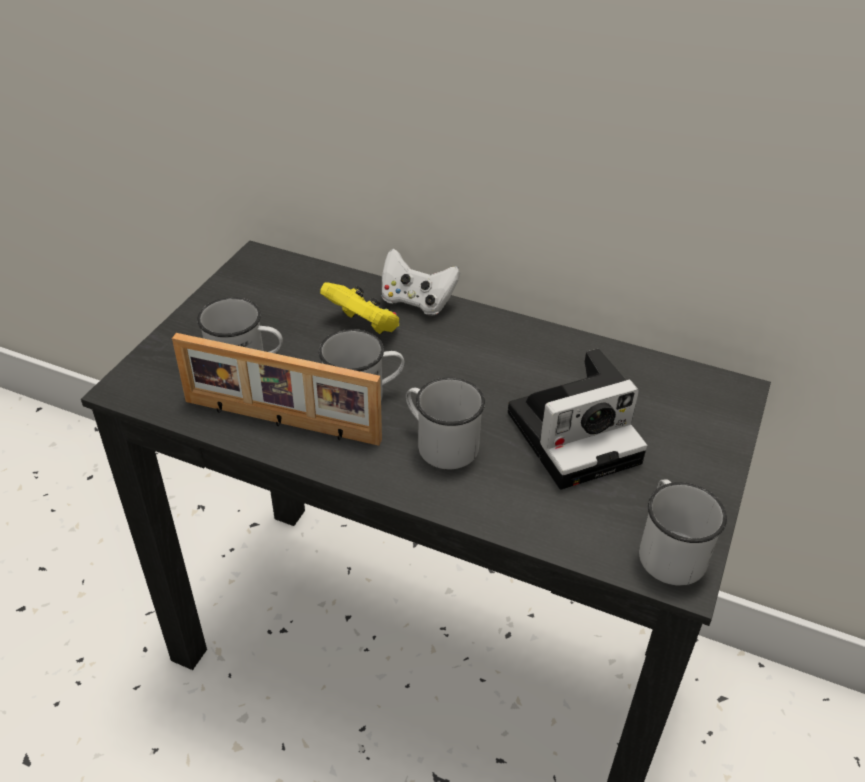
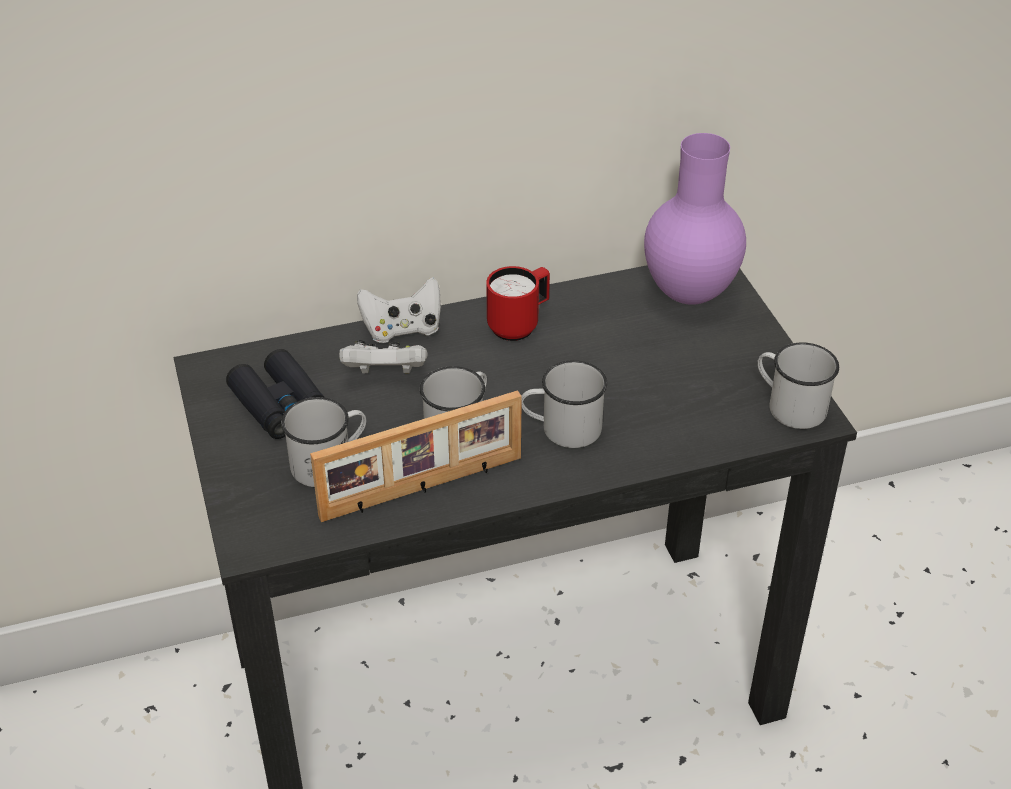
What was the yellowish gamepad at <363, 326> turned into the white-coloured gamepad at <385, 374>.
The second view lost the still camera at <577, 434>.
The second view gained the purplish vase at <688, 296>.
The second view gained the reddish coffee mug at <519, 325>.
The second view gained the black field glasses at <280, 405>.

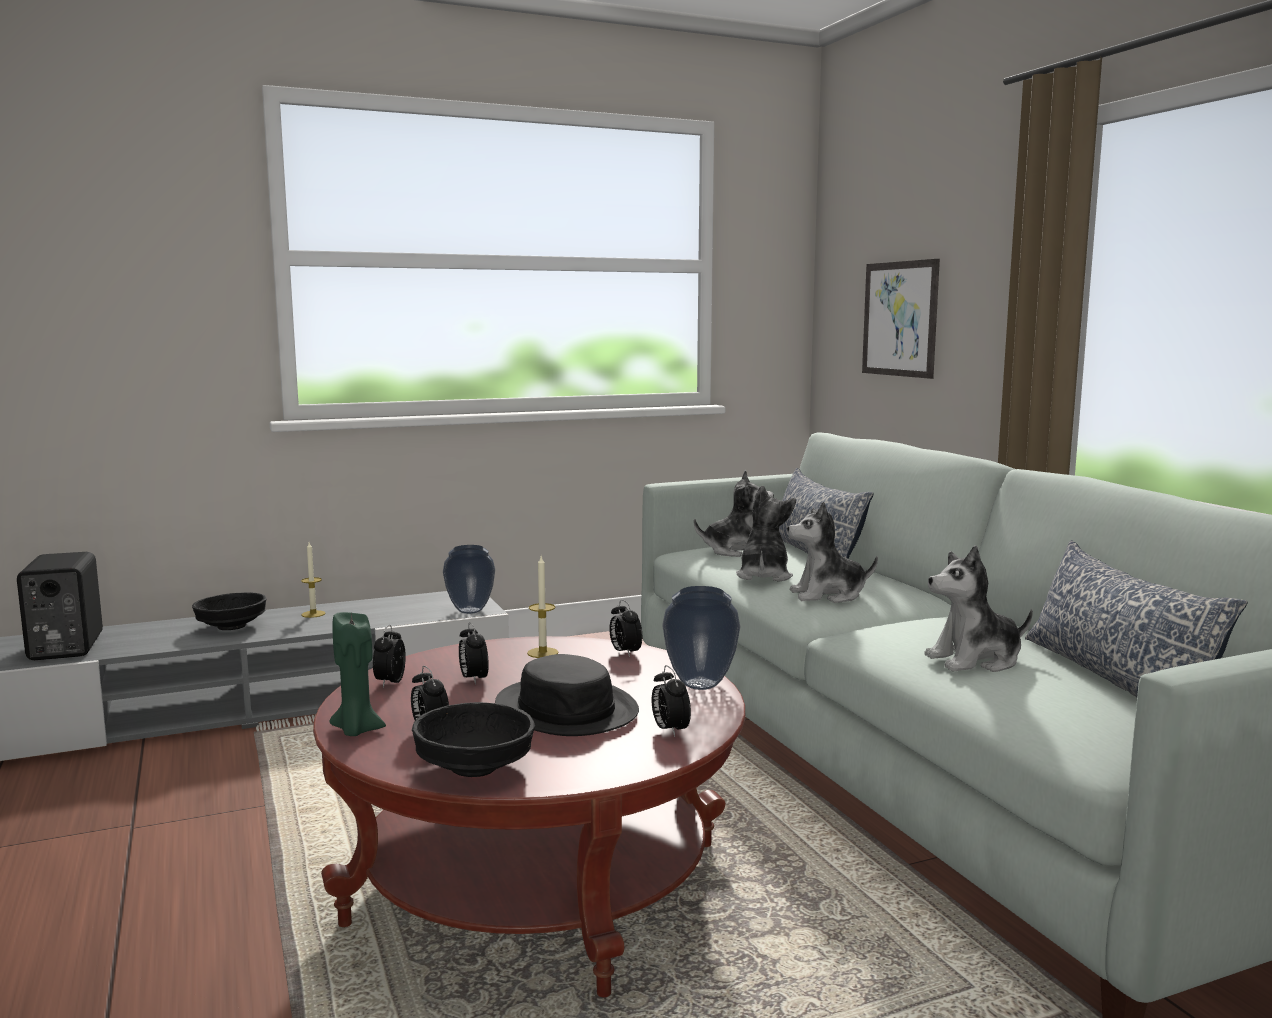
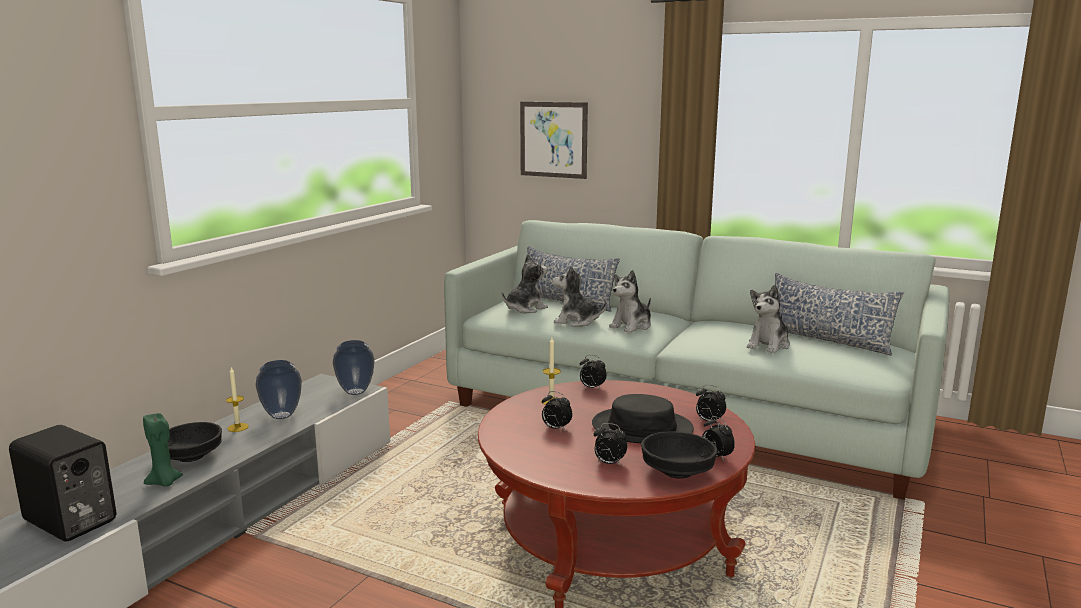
The plush toy at <763, 576> ended up facing another way, 45 degrees counterclockwise from before.
The vase ended up elsewhere, having gone from <699, 685> to <281, 416>.
The green candle ended up elsewhere, having gone from <356, 730> to <164, 483>.
The table clock ended up elsewhere, having gone from <390, 682> to <716, 457>.

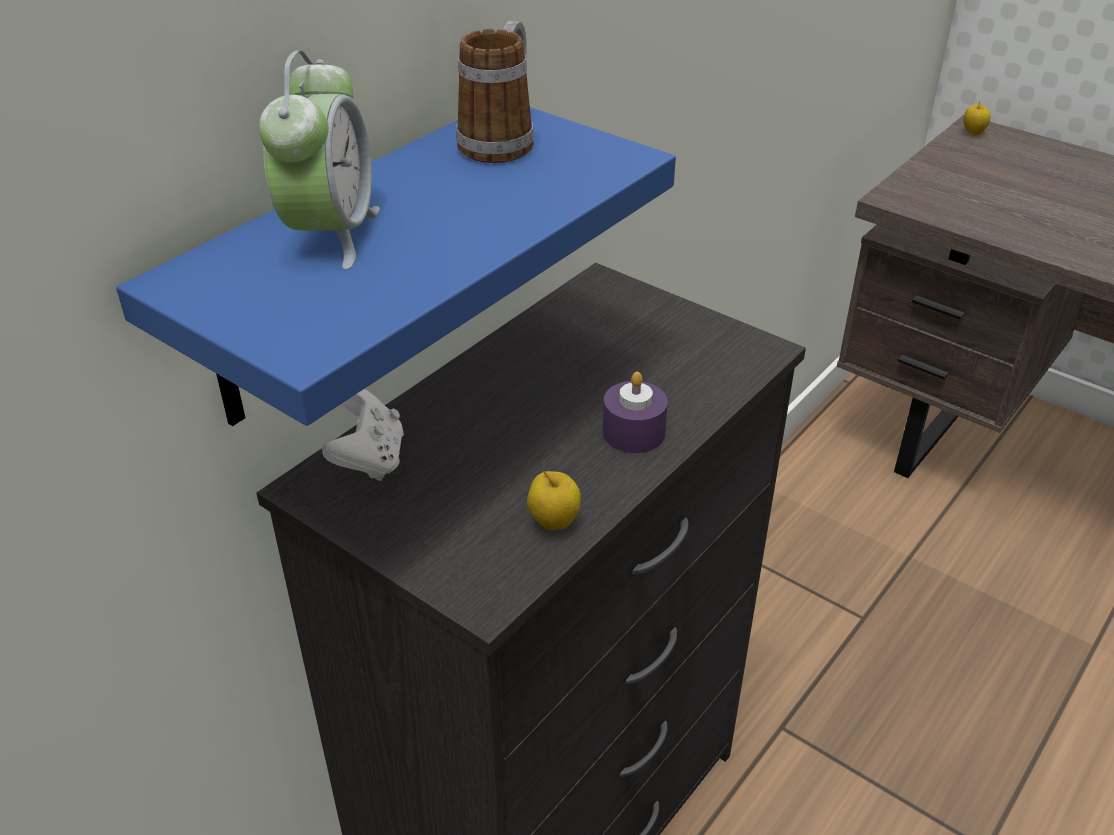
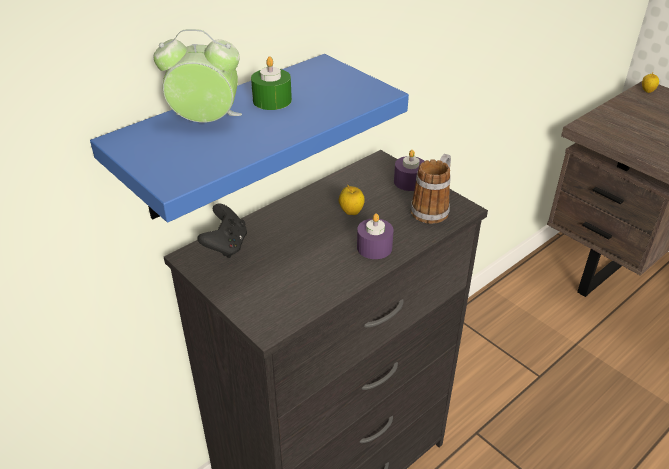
The coffee mug ended up elsewhere, having gone from <502, 140> to <432, 208>.
The table clock at <330, 235> ended up facing another way, 105 degrees counterclockwise from before.
What was the white-coloured gamepad at <369, 459> turned into the black gamepad at <226, 246>.
The apple fruit ended up elsewhere, having gone from <553, 524> to <351, 213>.
The second view gained the green candle at <272, 100>.
The second view gained the purplish candle at <409, 182>.

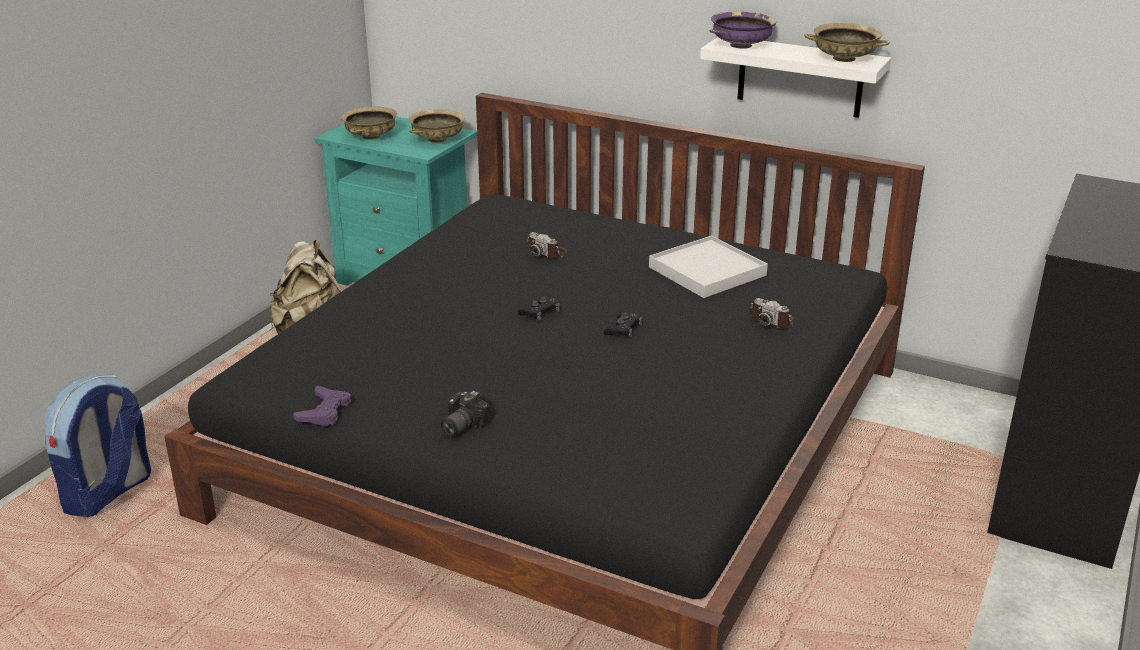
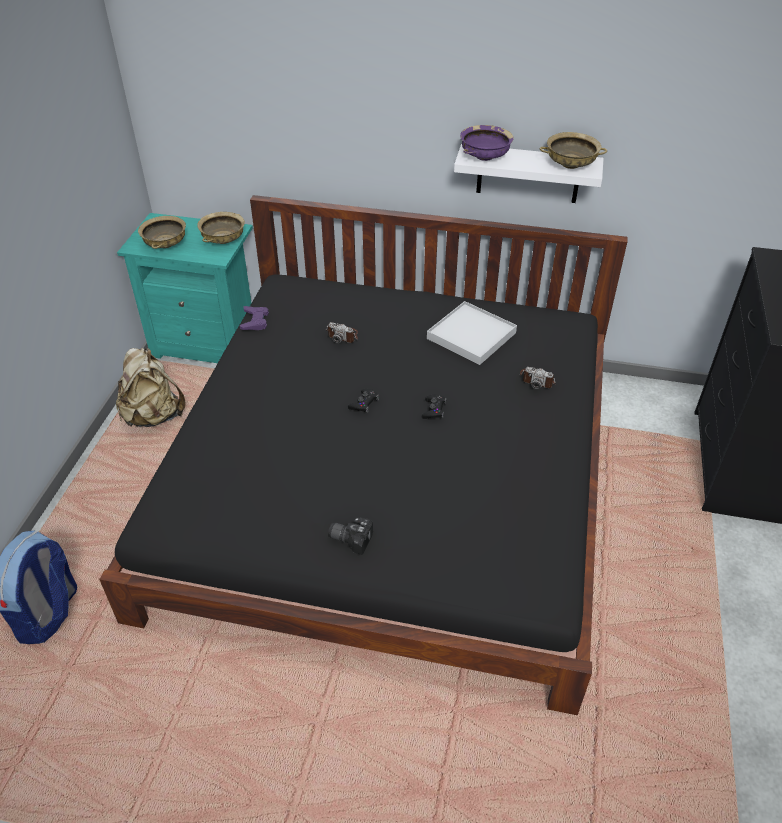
The purplish gamepad ended up elsewhere, having gone from <325, 411> to <255, 321>.
The still camera at <460, 426> ended up facing another way, 90 degrees clockwise from before.

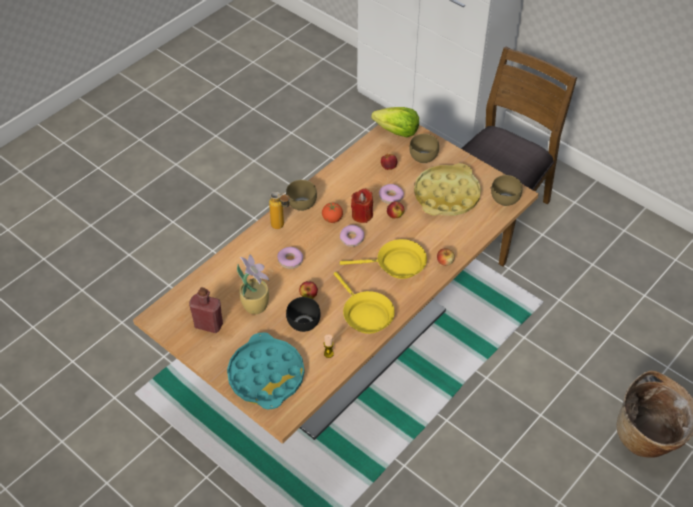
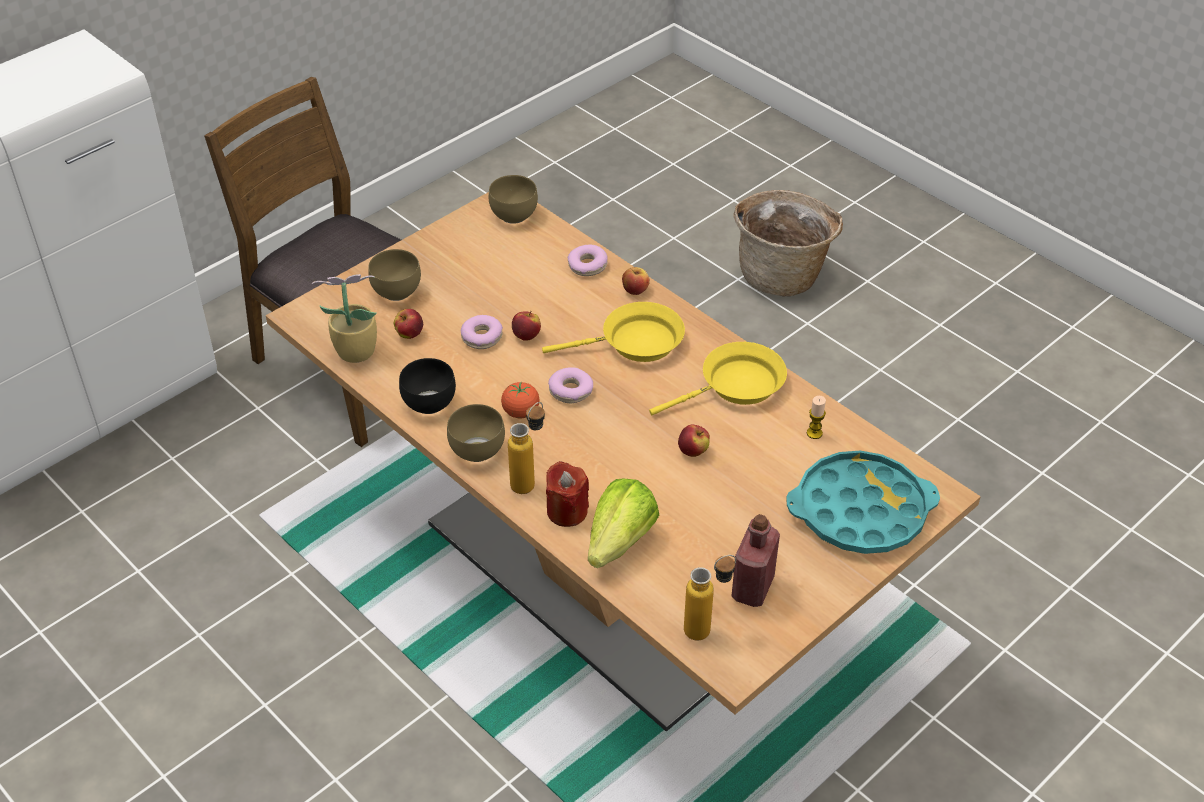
The lettuce ended up elsewhere, having gone from <397, 132> to <620, 541>.
The second view lost the yellowish serving tray at <447, 195>.
The reddish candle ended up elsewhere, having gone from <362, 215> to <567, 511>.
The yellowish pan at <396, 265> ended up facing another way, 75 degrees clockwise from before.
The donut ended up elsewhere, having gone from <290, 260> to <587, 266>.
The potted plant ended up elsewhere, having gone from <255, 305> to <354, 351>.
The black deep dish ended up elsewhere, having gone from <304, 322> to <427, 403>.
The second view gained the bottle at <707, 628>.

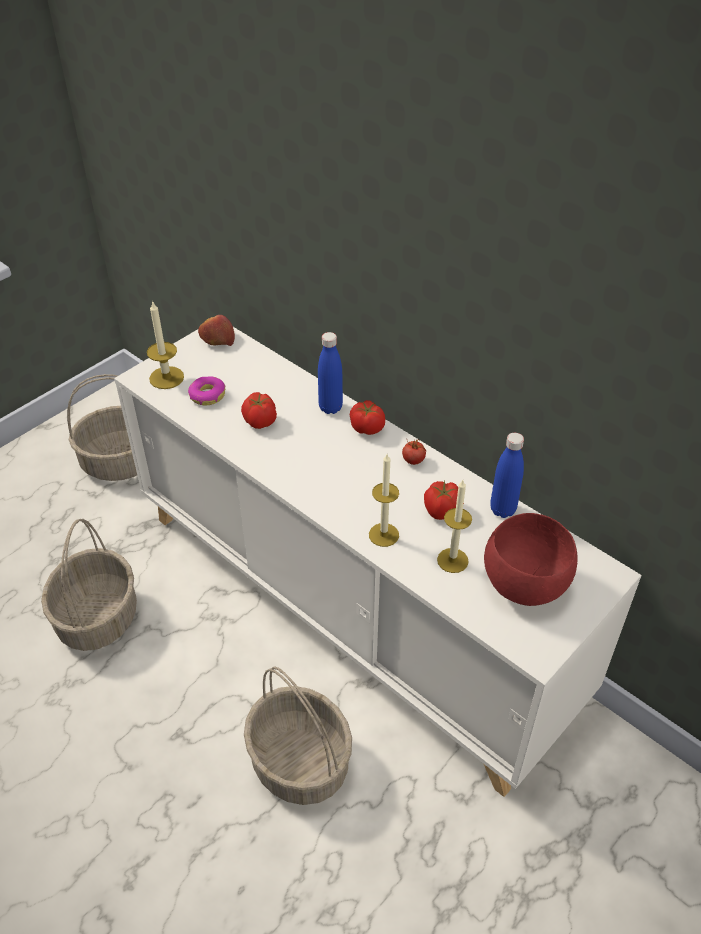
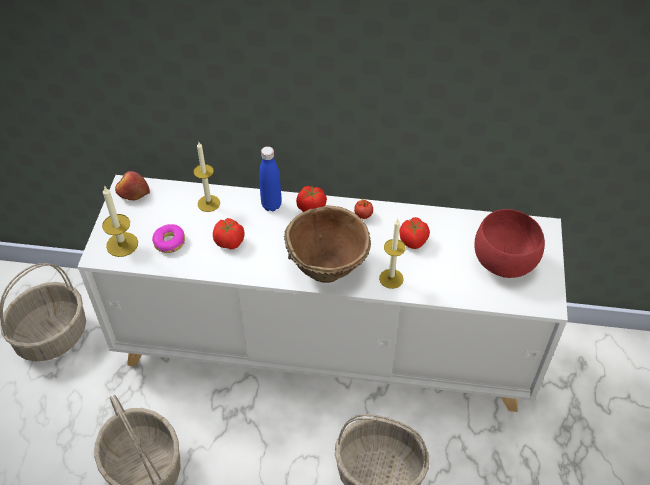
The second view lost the bluish bottle at <502, 509>.
The candle ended up elsewhere, having gone from <452, 560> to <208, 203>.
The second view gained the brownish deep dish at <327, 265>.

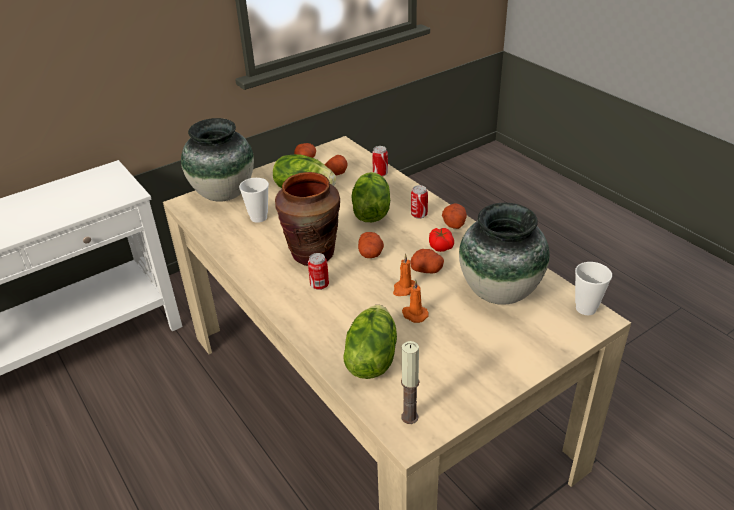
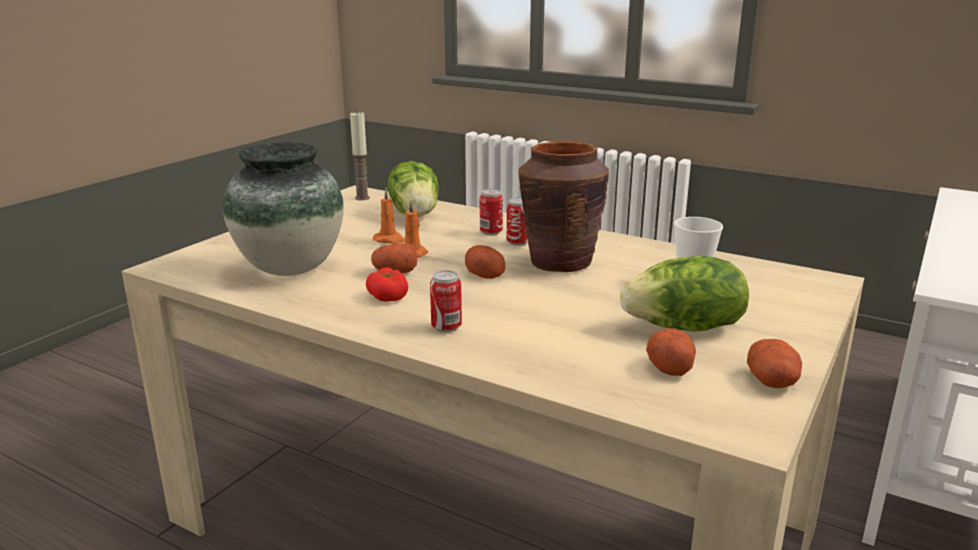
The second view lost the vase at <224, 194>.
The metal can ended up elsewhere, having gone from <380, 173> to <491, 232>.
The second view lost the lettuce at <370, 212>.
The second view lost the whole potato at <454, 223>.
The second view lost the cup at <586, 308>.

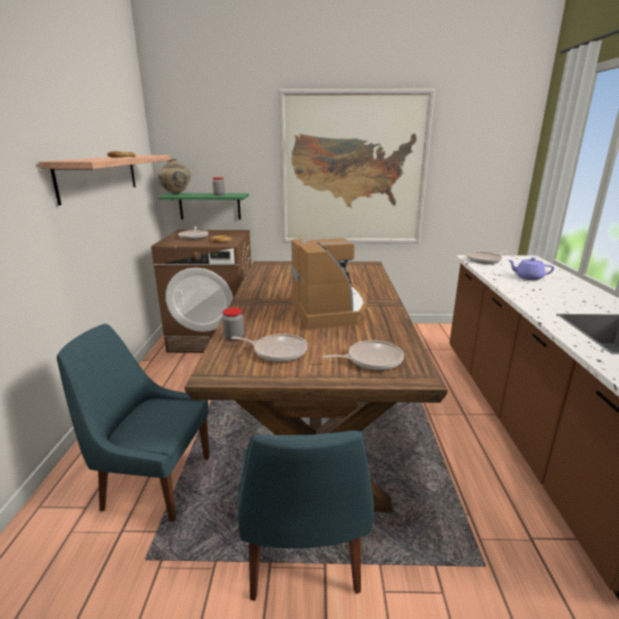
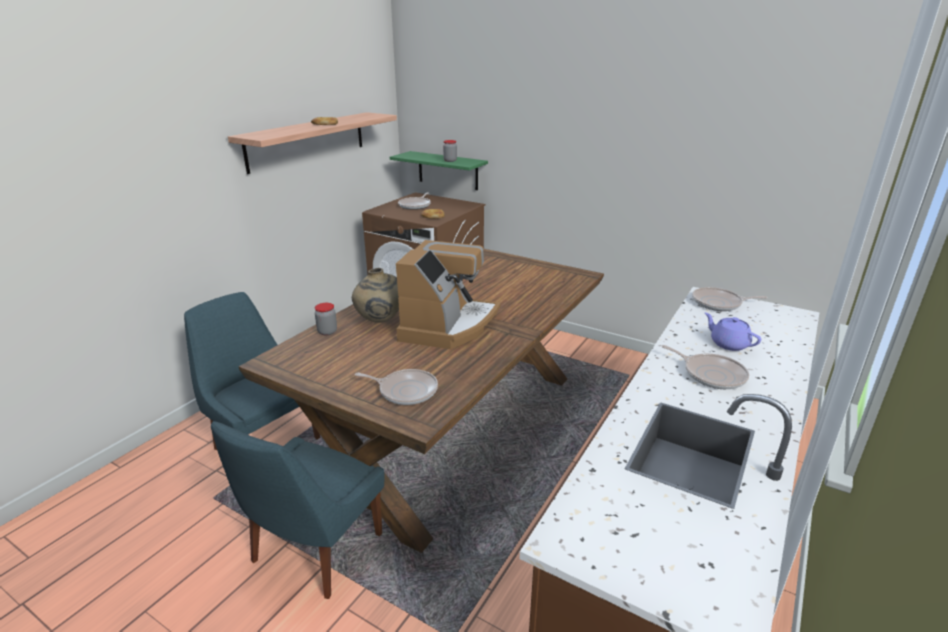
The second view lost the wall art at <352, 170>.
The sand-coloured vase ended up elsewhere, having gone from <176, 194> to <380, 322>.
The pan ended up elsewhere, having gone from <277, 351> to <711, 374>.

